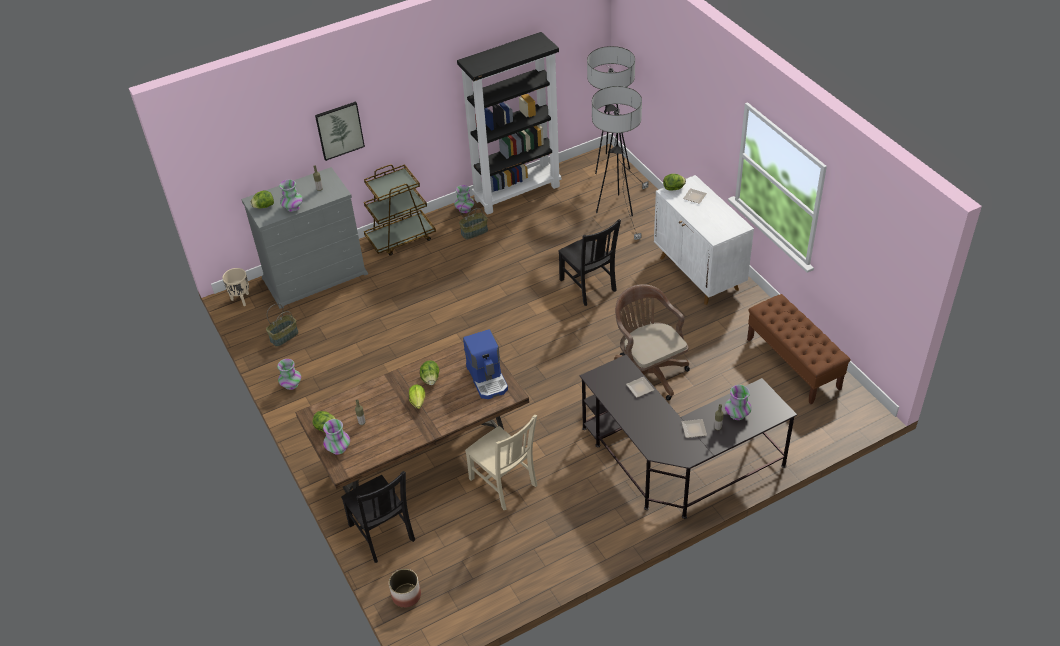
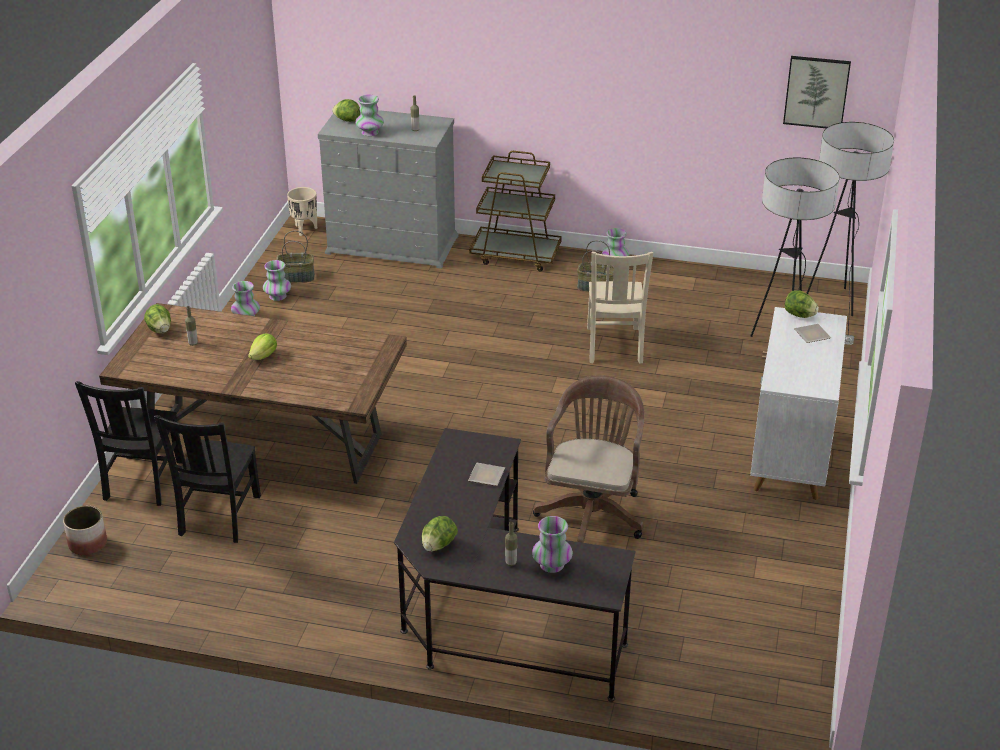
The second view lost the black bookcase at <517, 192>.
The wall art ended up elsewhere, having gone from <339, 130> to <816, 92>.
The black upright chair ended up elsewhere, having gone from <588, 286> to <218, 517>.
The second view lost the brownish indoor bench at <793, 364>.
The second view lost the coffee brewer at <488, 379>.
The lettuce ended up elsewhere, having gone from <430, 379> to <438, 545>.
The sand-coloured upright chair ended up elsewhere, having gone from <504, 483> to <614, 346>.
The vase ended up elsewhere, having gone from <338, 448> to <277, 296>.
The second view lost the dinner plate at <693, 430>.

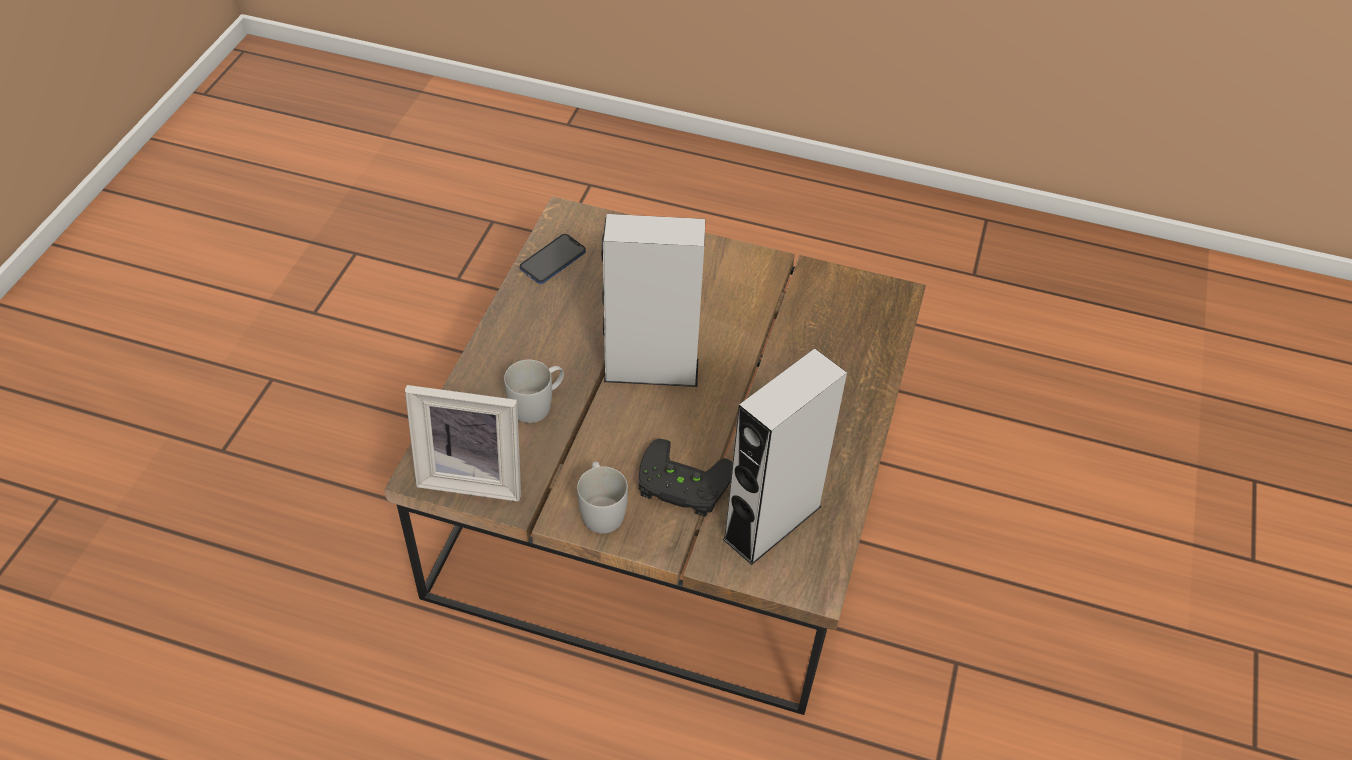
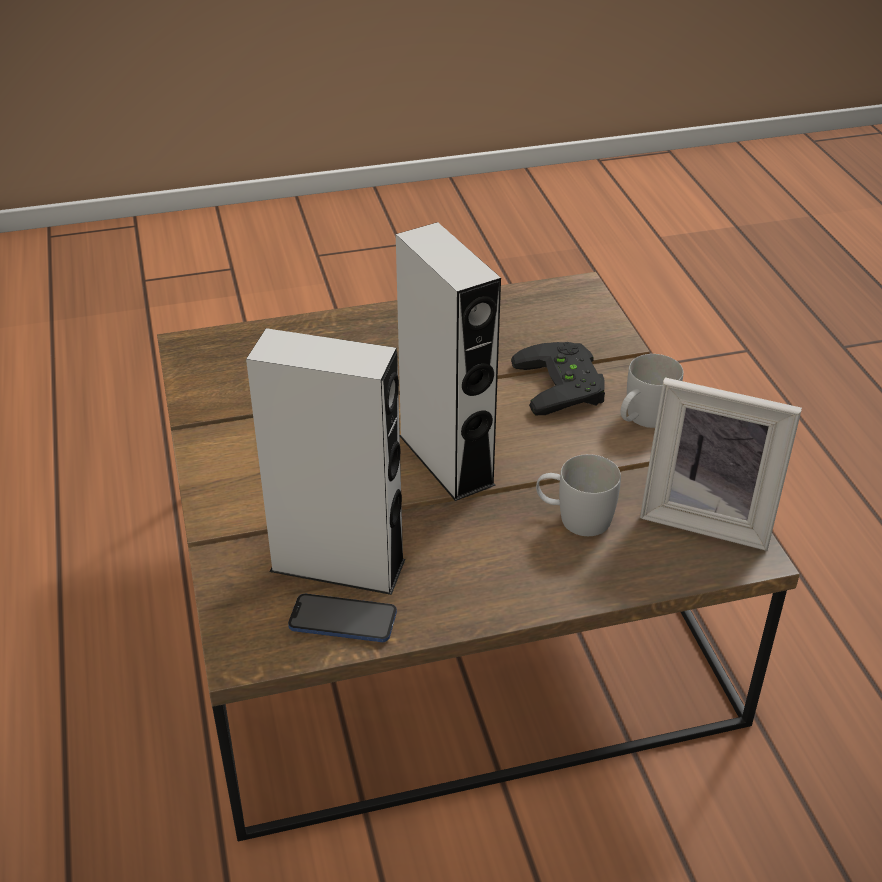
The grey loudspeaker ended up elsewhere, having gone from <772, 522> to <338, 565>.
The picture frame at <473, 476> ended up facing another way, 135 degrees clockwise from before.

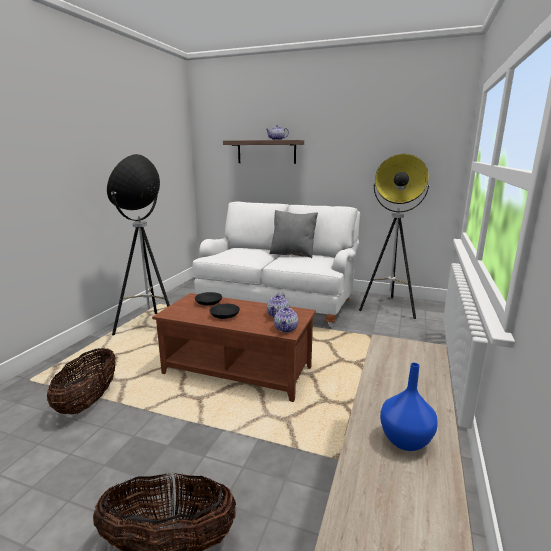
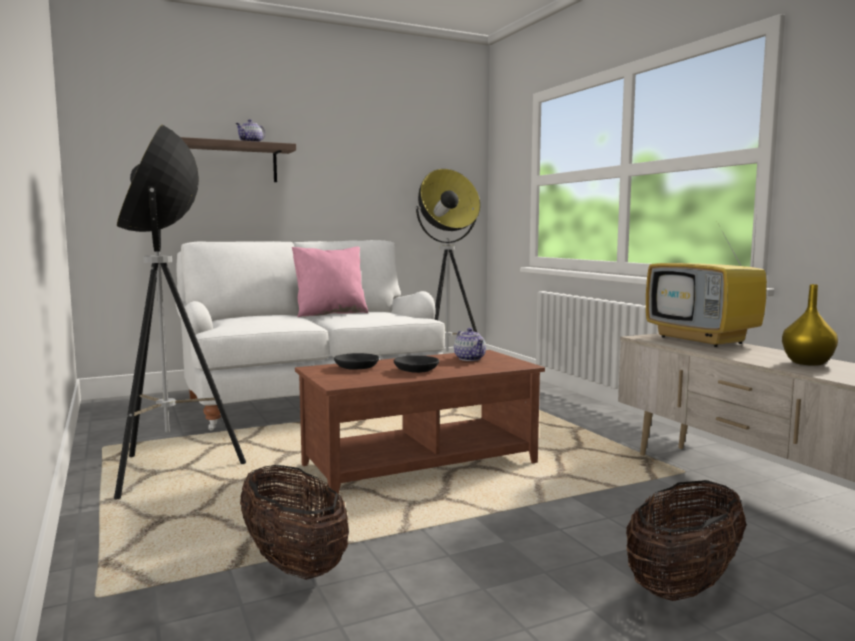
What was the grey cushion at <293, 254> turned into the pink-coloured cushion at <330, 314>.
The second view lost the teapot at <286, 329>.
What was the bluish vase at <406, 441> turned into the yellowish vase at <808, 363>.
The second view gained the television at <704, 340>.

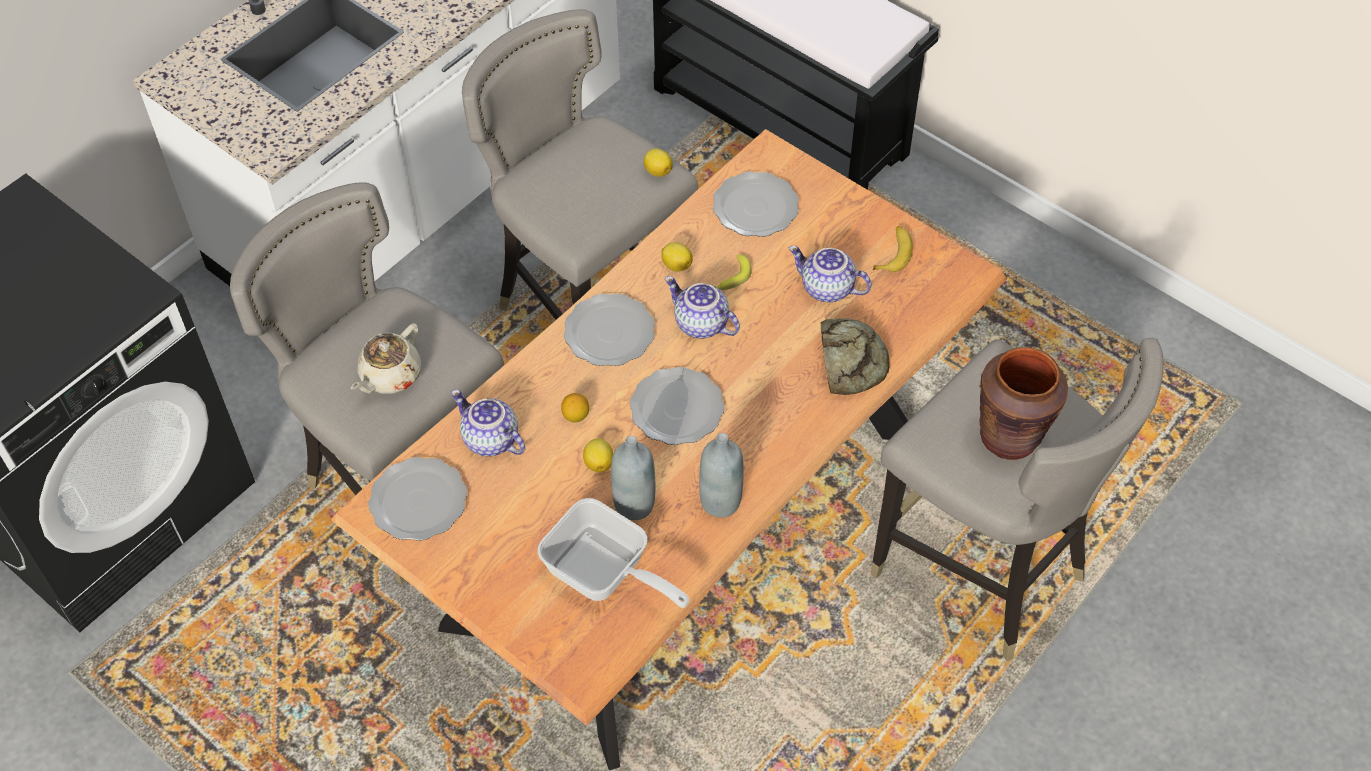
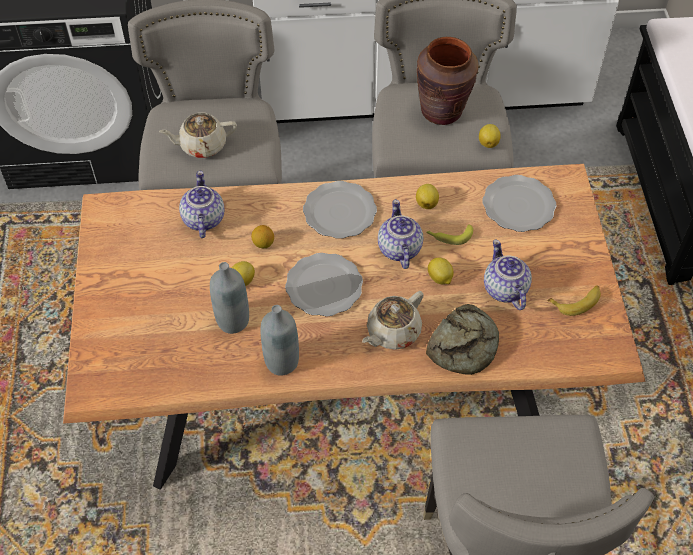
The brownish vase ended up elsewhere, having gone from <1009, 436> to <442, 111>.
The second view lost the dinner plate at <420, 501>.
The second view lost the pan at <605, 574>.
The second view gained the lemon at <440, 278>.
The second view gained the sand-coloured teapot at <392, 332>.

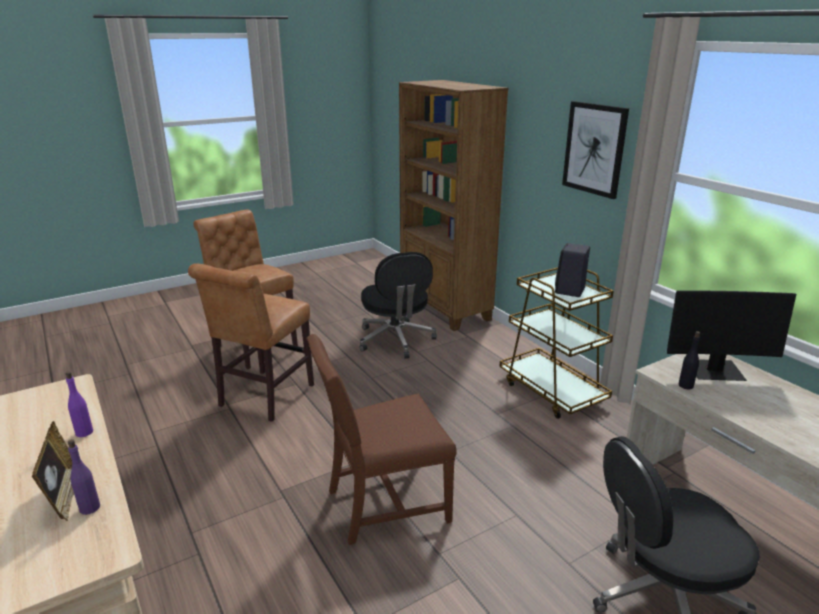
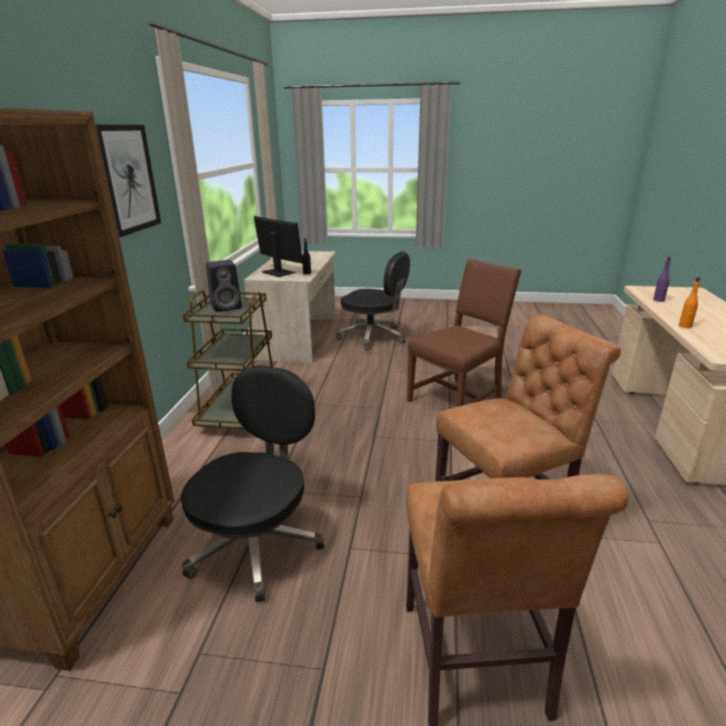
The brownish upright chair at <383, 504> ended up facing another way, 60 degrees counterclockwise from before.
What was the purplish bottle at <84, 432> turned into the orangey bottle at <685, 326>.
The second view lost the picture frame at <65, 496>.

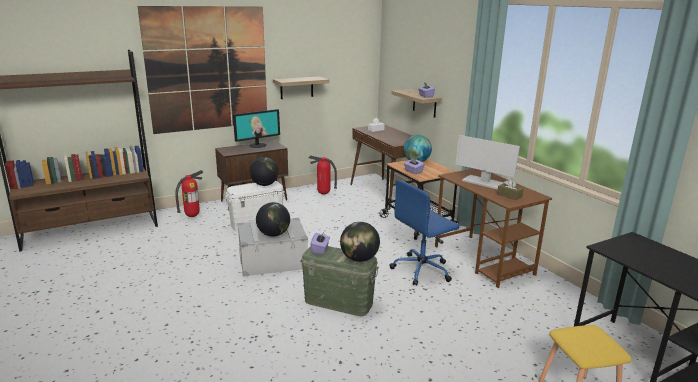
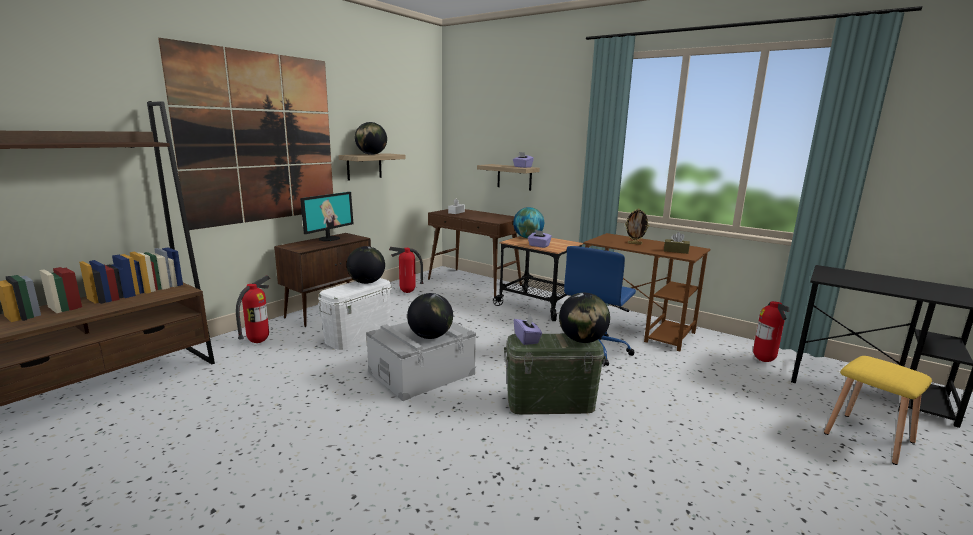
Where the computer screen stood at <483, 182>, the picture frame came to stand at <634, 243>.
The second view gained the globe at <371, 154>.
The second view gained the extinguisher at <764, 361>.

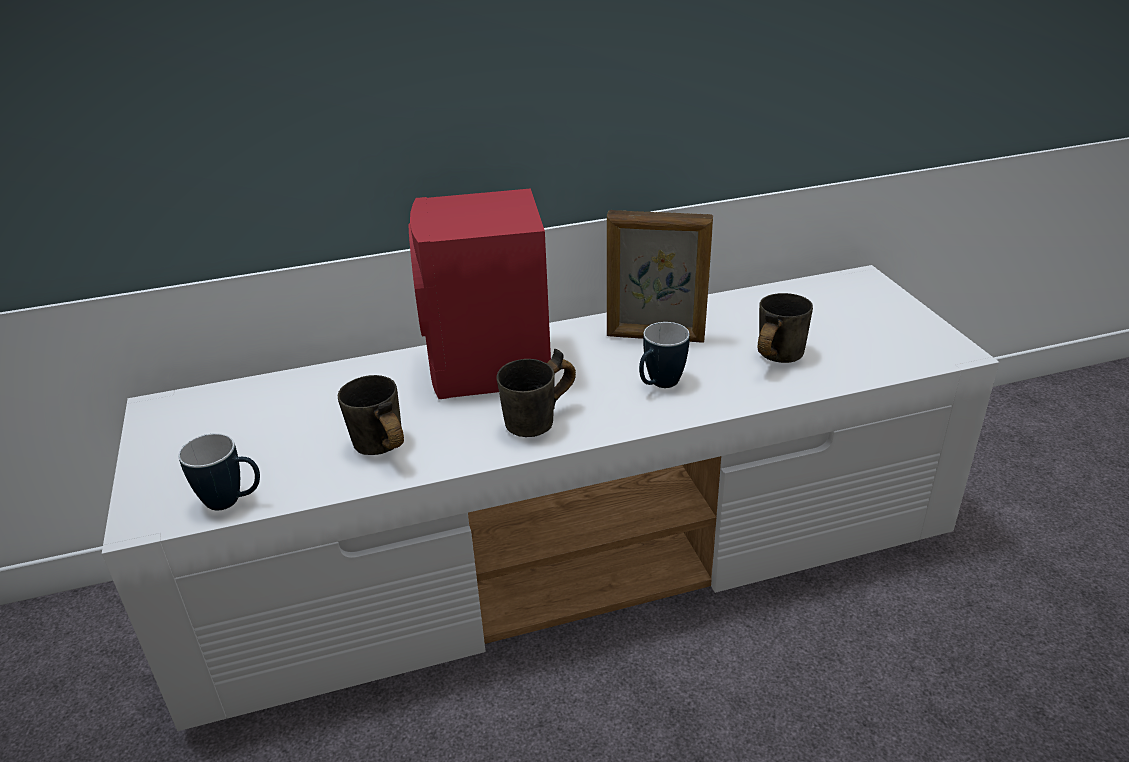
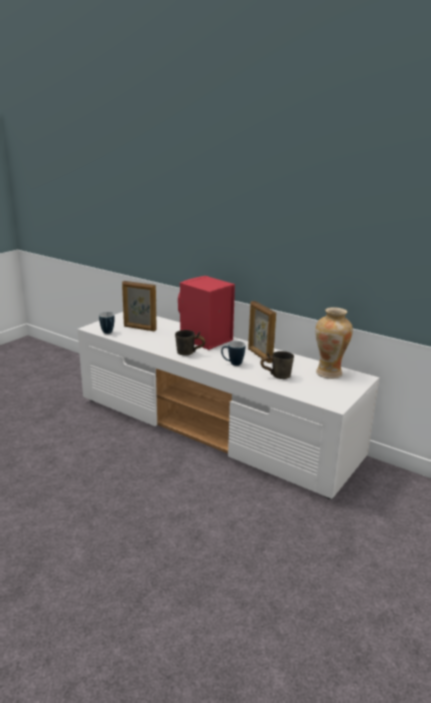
The second view lost the grey coffee mug at <377, 452>.
The second view gained the picture frame at <139, 328>.
The second view gained the vase at <329, 373>.

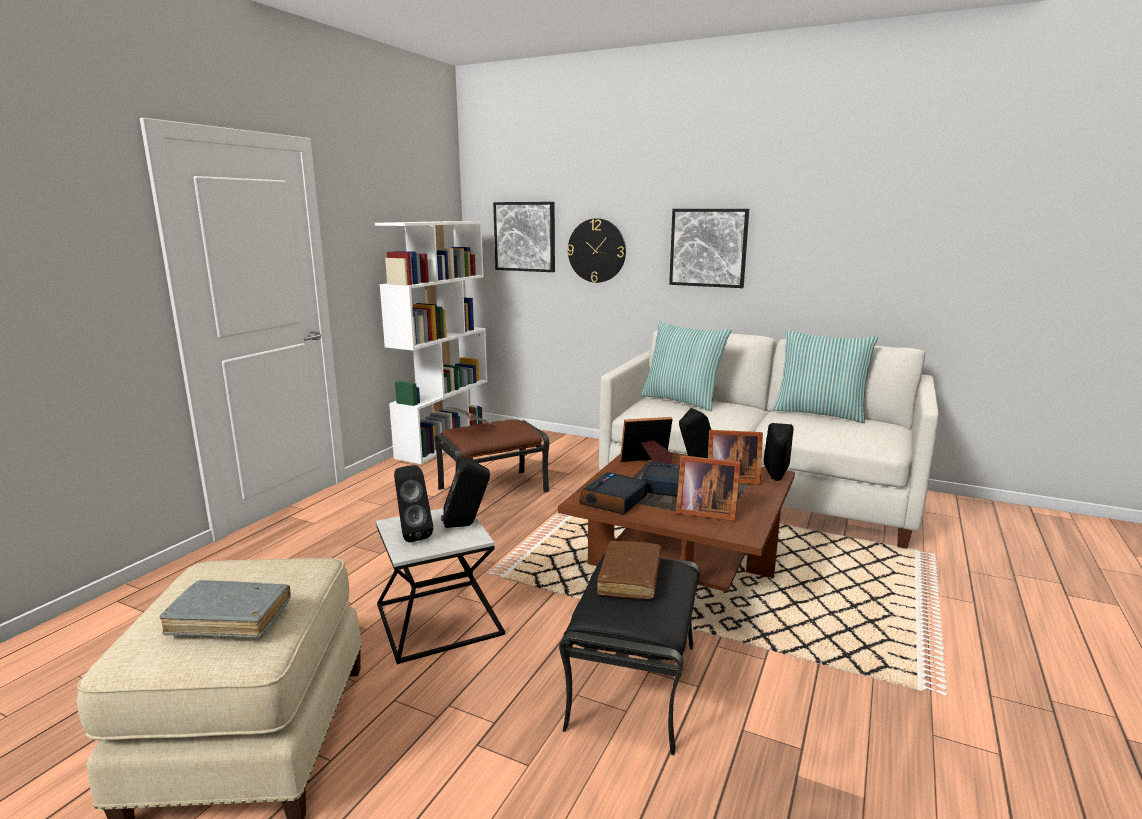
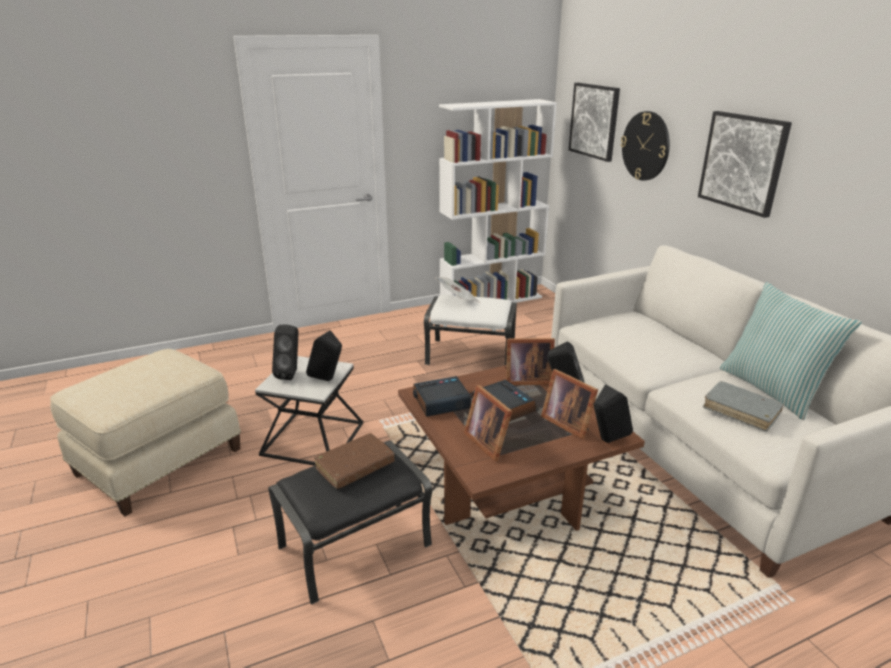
The second view lost the cushion at <682, 401>.
The picture frame at <648, 463> ended up facing another way, 150 degrees clockwise from before.
What was the brownish ottoman at <493, 490> turned into the white-coloured ottoman at <471, 355>.
The grey bound book ended up elsewhere, having gone from <230, 618> to <741, 411>.

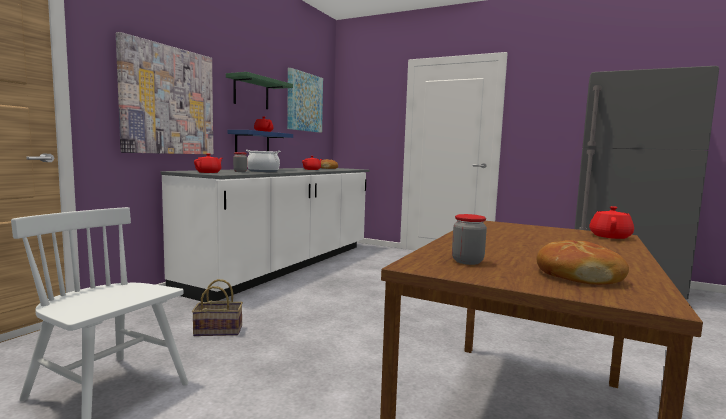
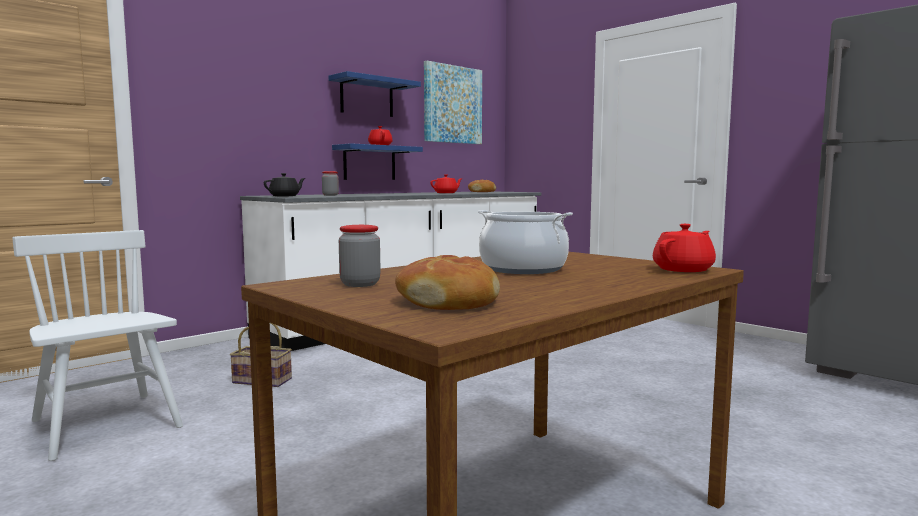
The second view lost the wall art at <168, 100>.
What was the green bracket shelf at <251, 93> turned into the bluish bracket shelf at <366, 97>.
The stockpot ended up elsewhere, having gone from <263, 171> to <523, 269>.
What was the reddish teapot at <209, 172> turned into the black teapot at <285, 196>.

